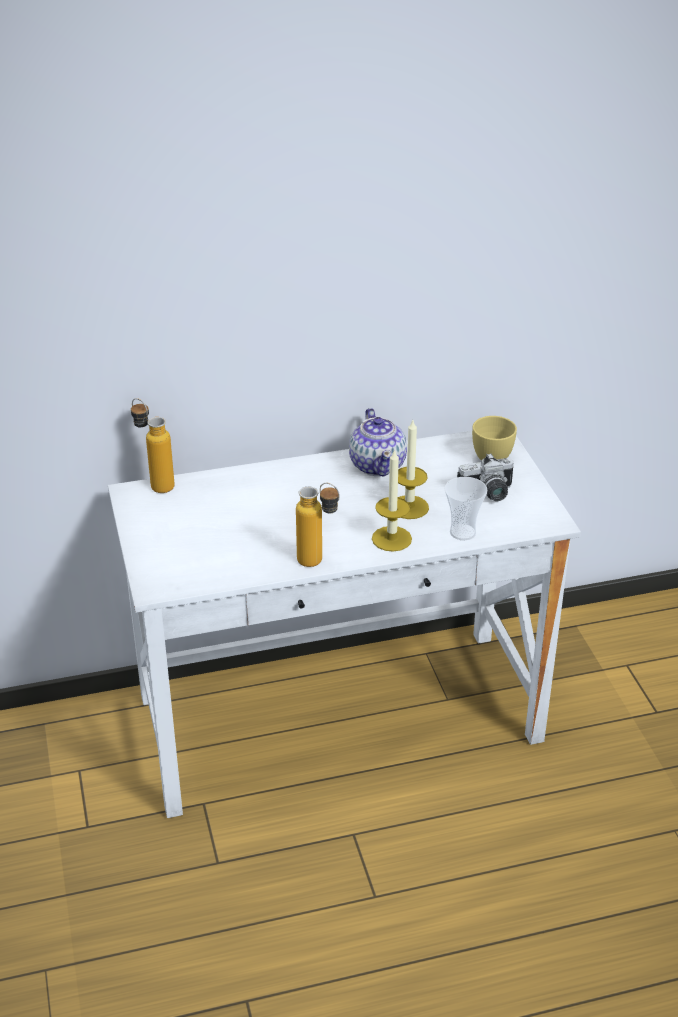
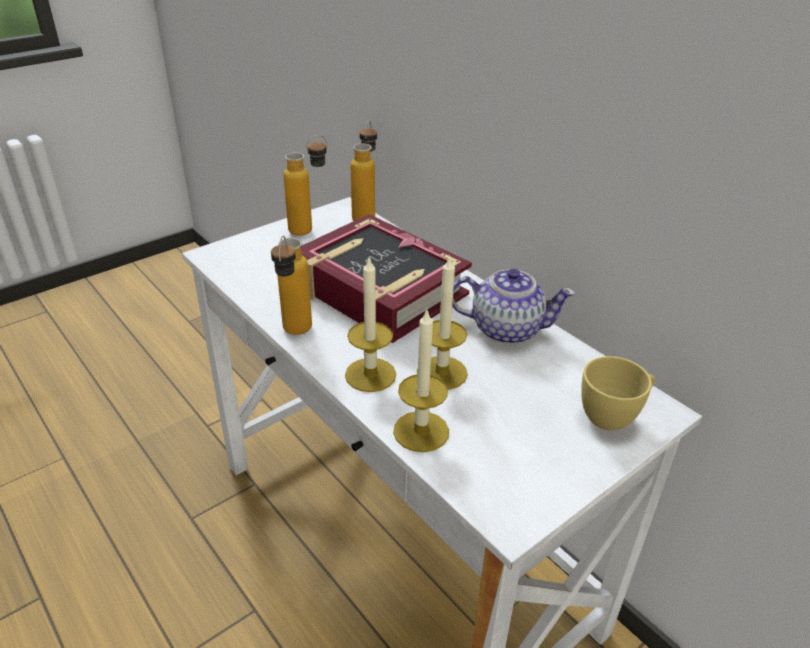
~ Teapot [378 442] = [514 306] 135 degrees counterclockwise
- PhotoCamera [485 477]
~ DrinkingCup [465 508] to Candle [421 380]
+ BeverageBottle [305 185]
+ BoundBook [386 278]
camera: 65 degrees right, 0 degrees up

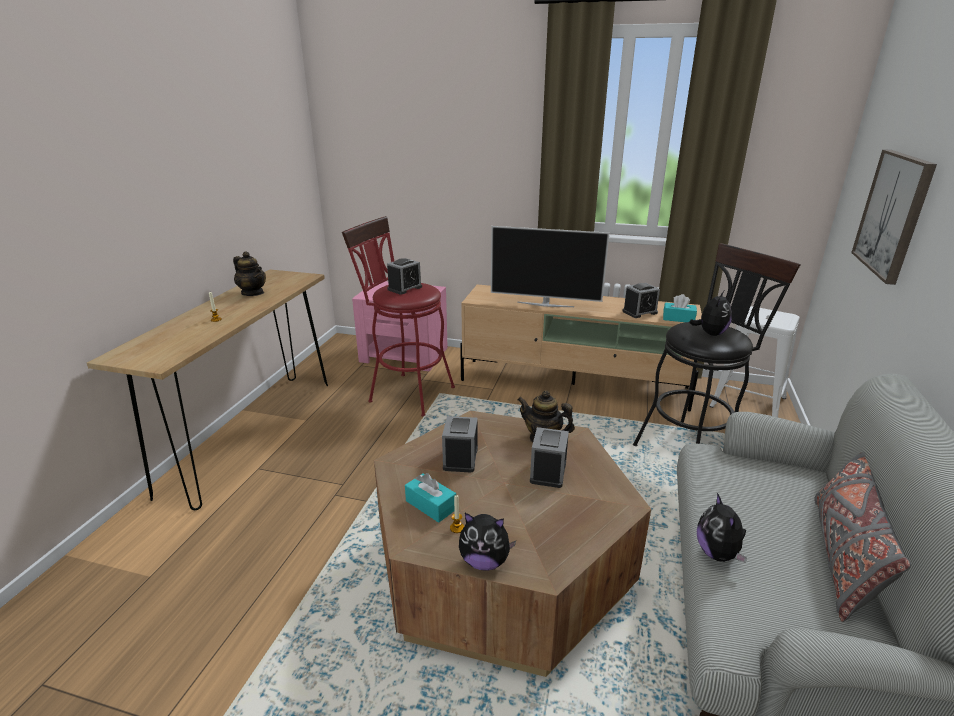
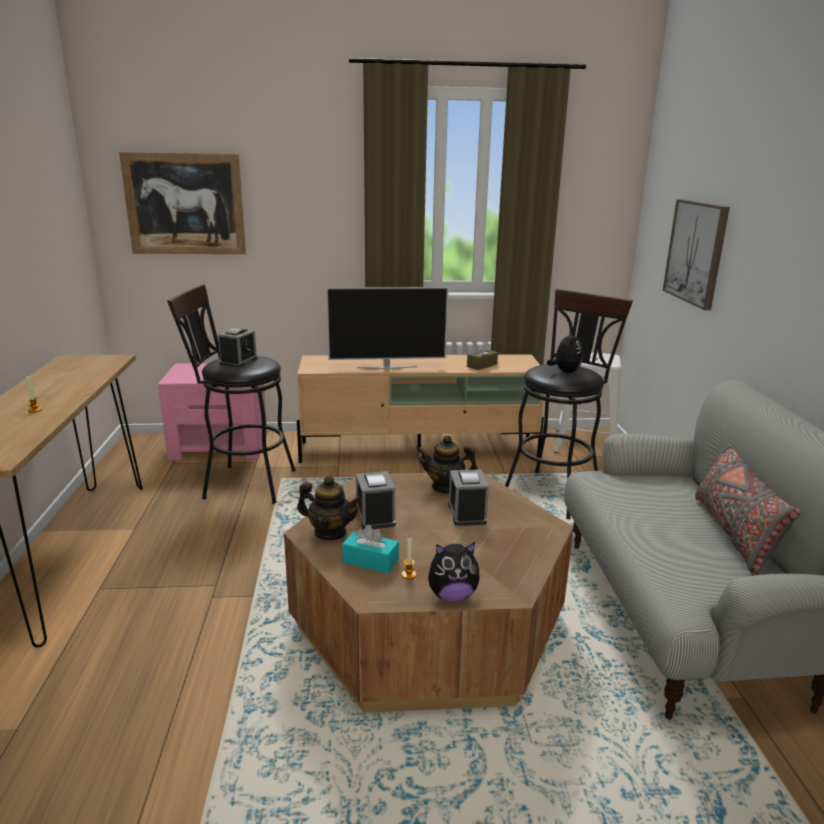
~ RedStoolSeat [398 316] to BlackStoolSeat [231 394]
~ Teapot [249 273] to [329 508]
~ BedsideClock [641 300] to BrownBoxOfTissues [482 355]
- BlueGreenBoxOfTissues [680 308]
- CuddlyToy [722 528]
+ WallArt [182 203]
camera: 20 degrees left, 5 degrees down

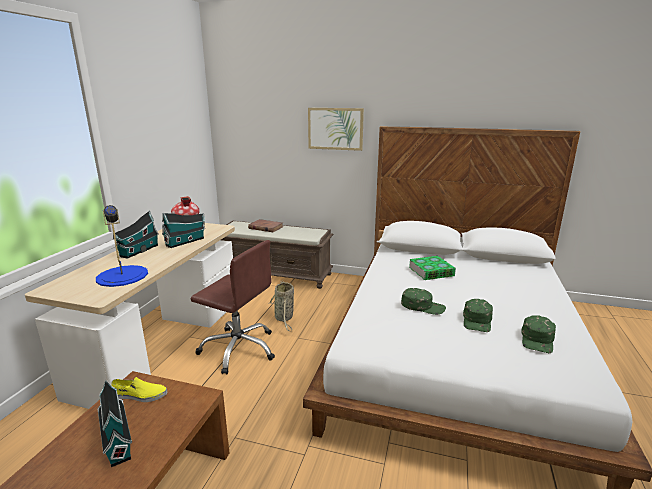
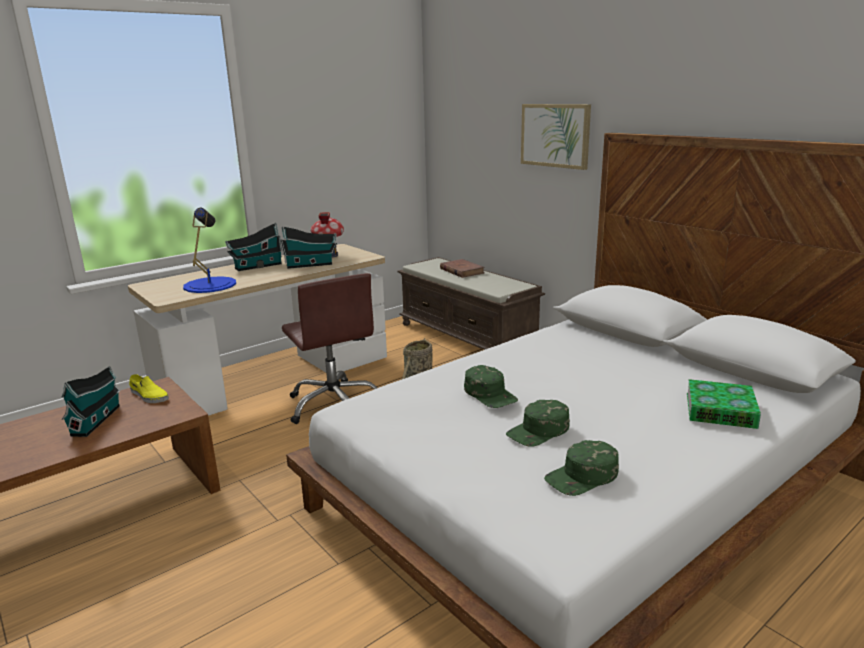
~ BoundBook [432 268] to [724 404]
camera: 35 degrees right, 0 degrees up

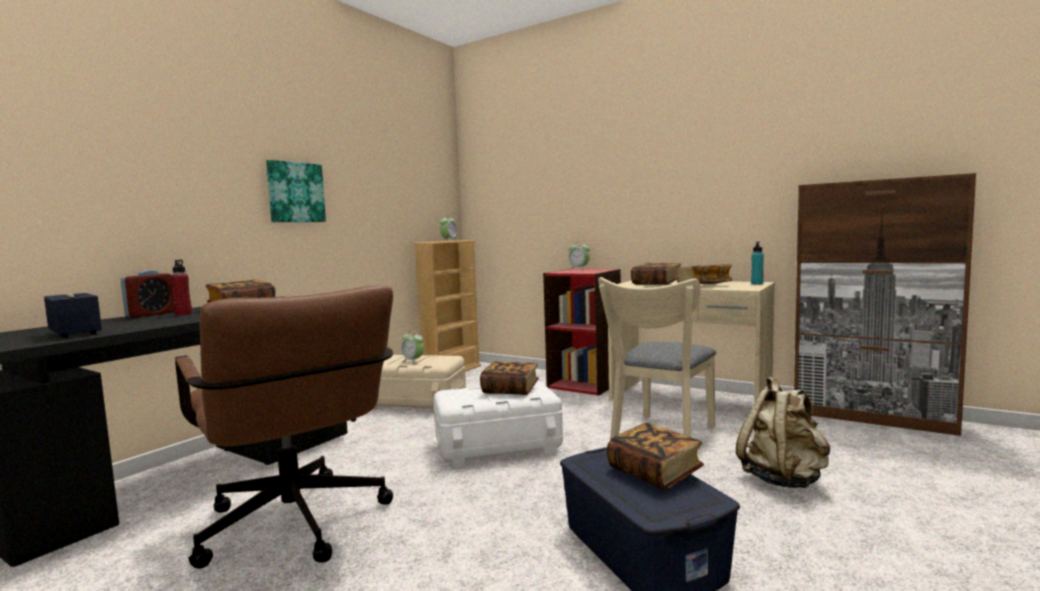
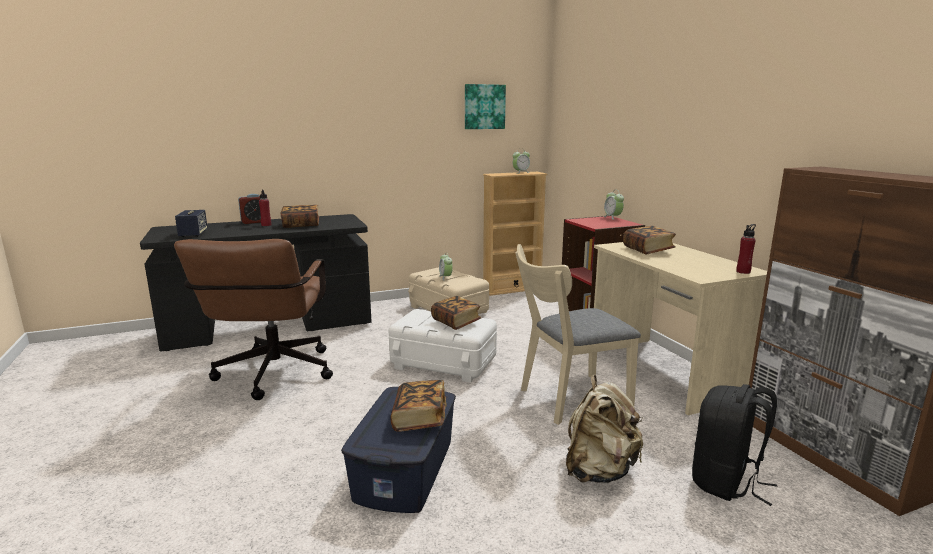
~ WallArt [296 191] to [485 106]
~ BlueGreenBeverageBottle [757 262] to RedBeverageBottle [746 249]
- BoundBook [704 274]
+ BlackRucksack [734 445]
camera: 35 degrees right, 10 degrees up

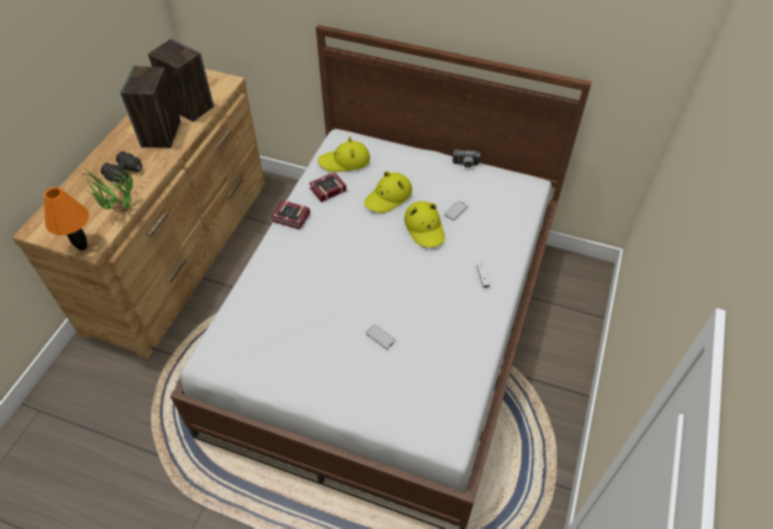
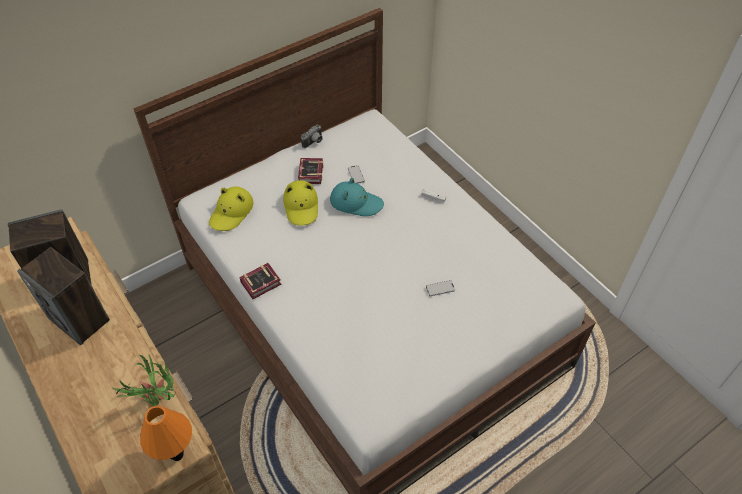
- BlackFieldGlasses [121 167]
~ BoundBook [327 187] to [311 171]
~ YellowColouredClothingHat [424 224] to BlueGreenClothingHat [357 197]
camera: 55 degrees left, 0 degrees up

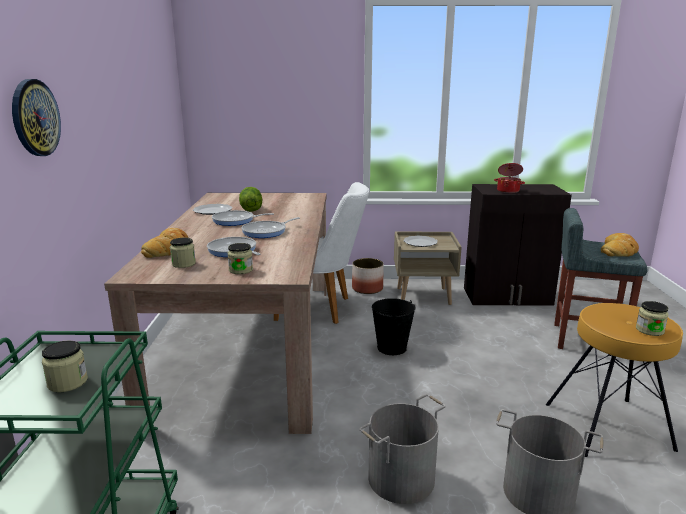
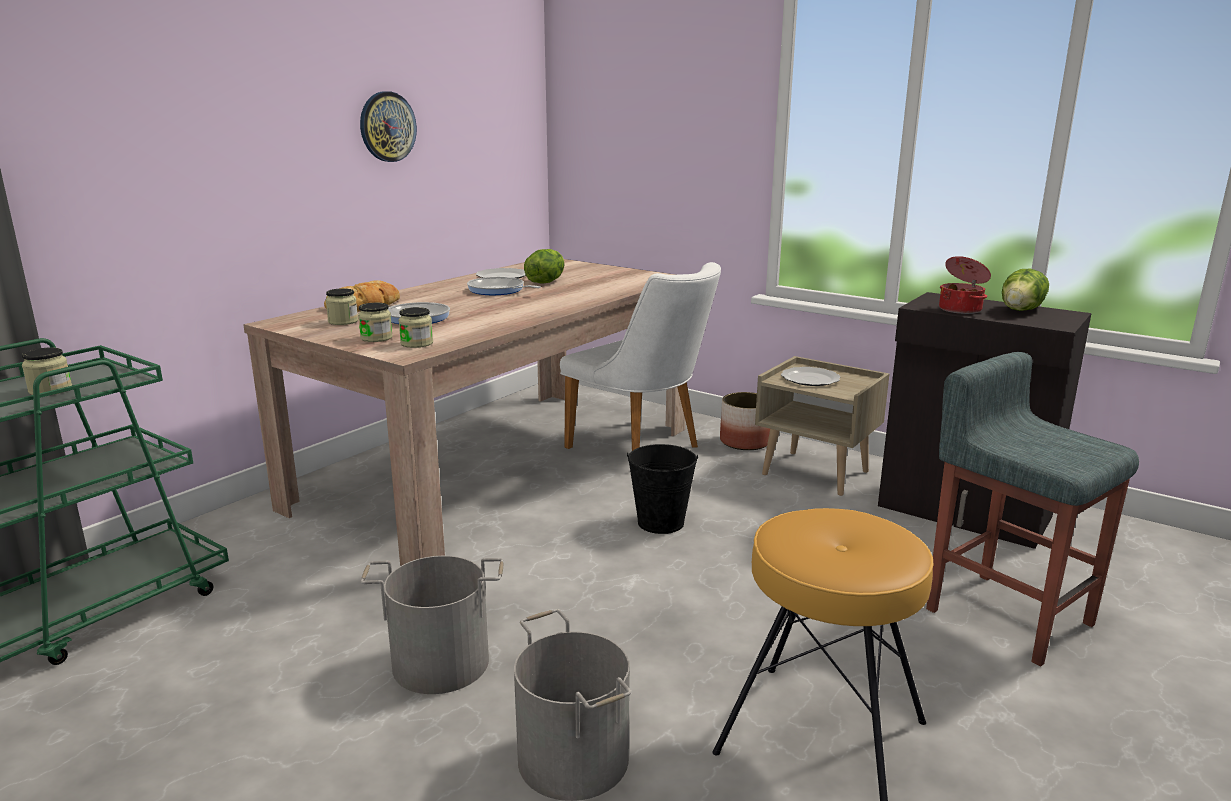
~ ClockOnTheWall [36 117] to [388 126]
- Skillet [270 227]
- Bread [620 245]
~ StorageJar [652 318] to [416 327]
+ HeadOfLettuce [1025 290]
camera: 35 degrees right, 0 degrees up

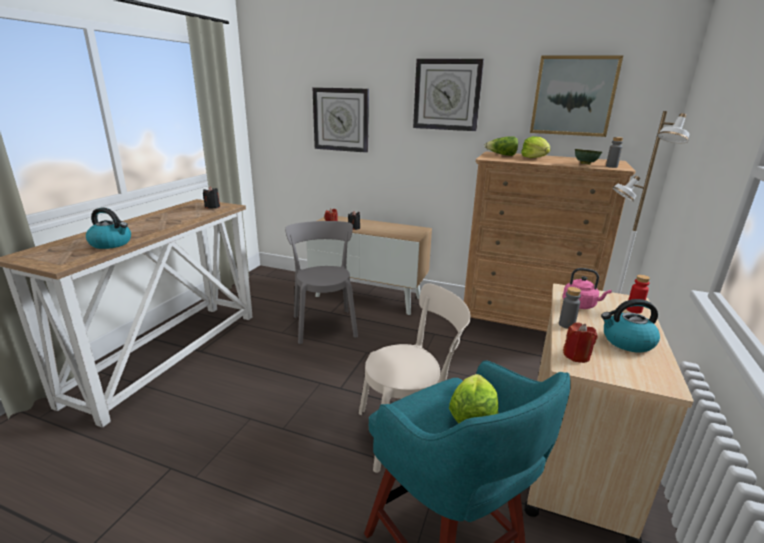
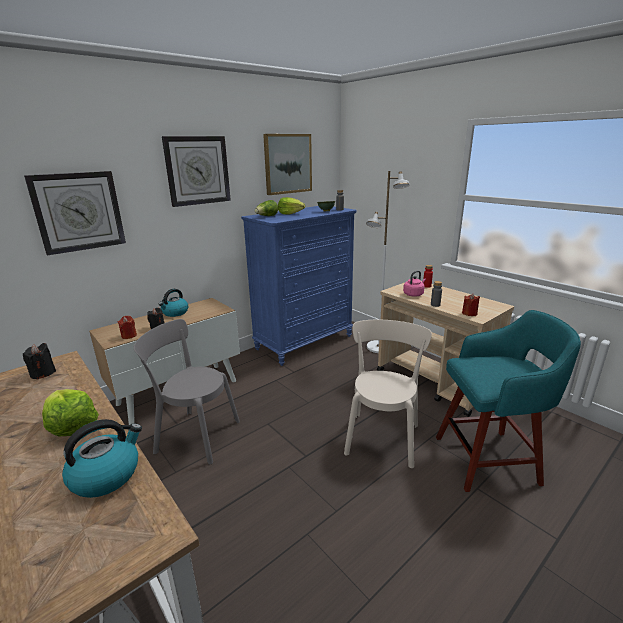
~ BrownDrawerChest [550 241] to BluishDrawerChest [299 286]
~ WaterKettle [630 326] to [173 303]
~ HeadOfLettuce [474 398] to [70 412]
camera: 60 degrees left, 0 degrees up

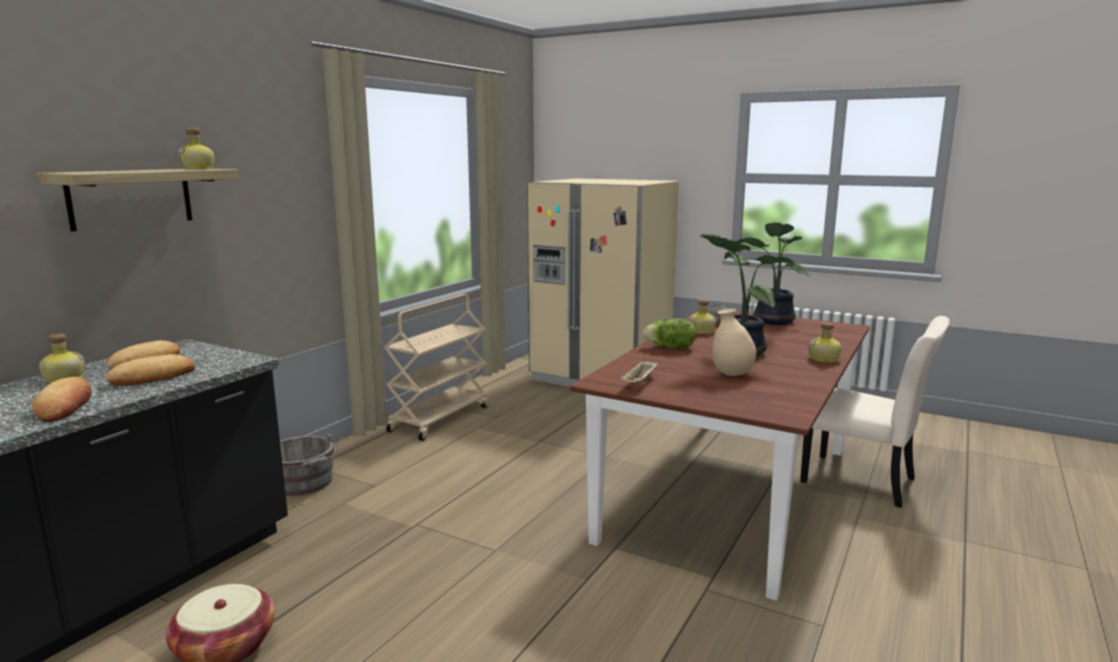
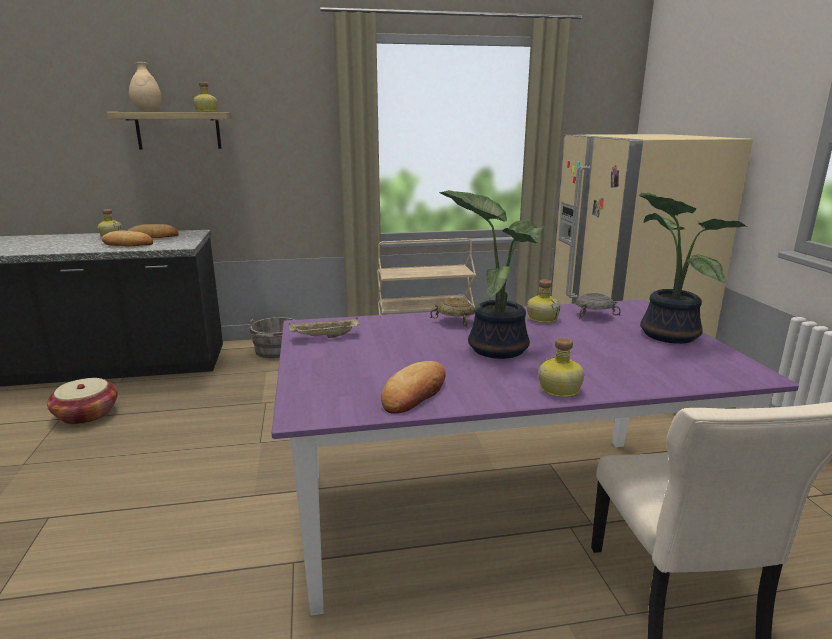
~ SandColouredFlowerVase [734 342] to [145 87]
~ BrownDiningTable [719 455] to PurpleDiningTable [535 458]
~ HeadOfLettuce [669 333] to SandColouredDeepDish [452 313]
~ Bread [61 399] to [413 387]
camera: 50 degrees right, 5 degrees up

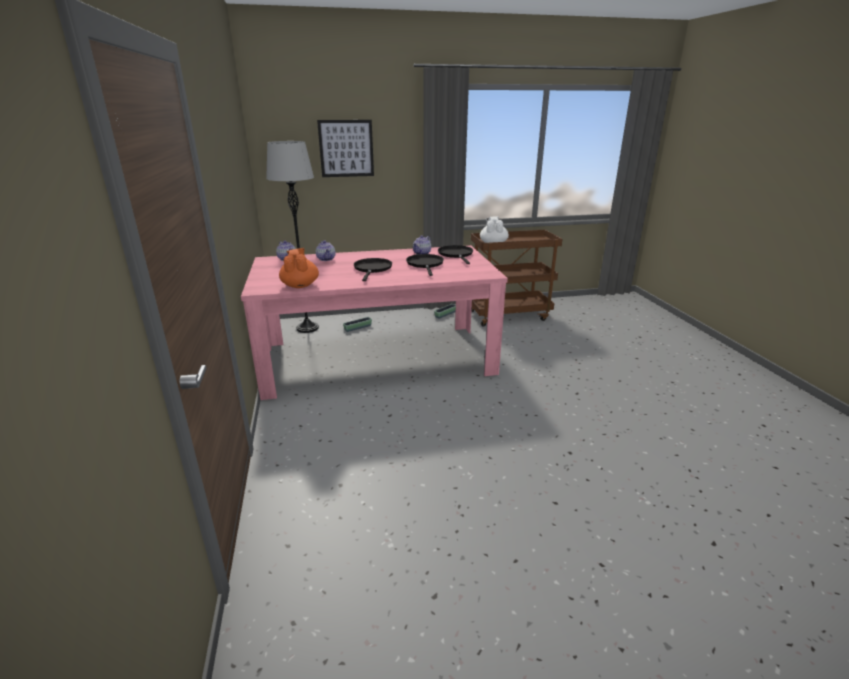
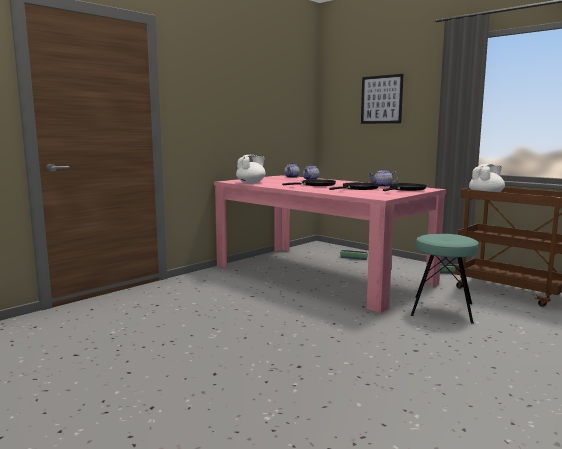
- GreyStandardLamp [292 237]
~ OrangeColouredTeapot [299 268] to WhiteTeapot [251 169]
+ BlueGreenStoolSeat [444 279]
camera: 55 degrees right, 15 degrees down

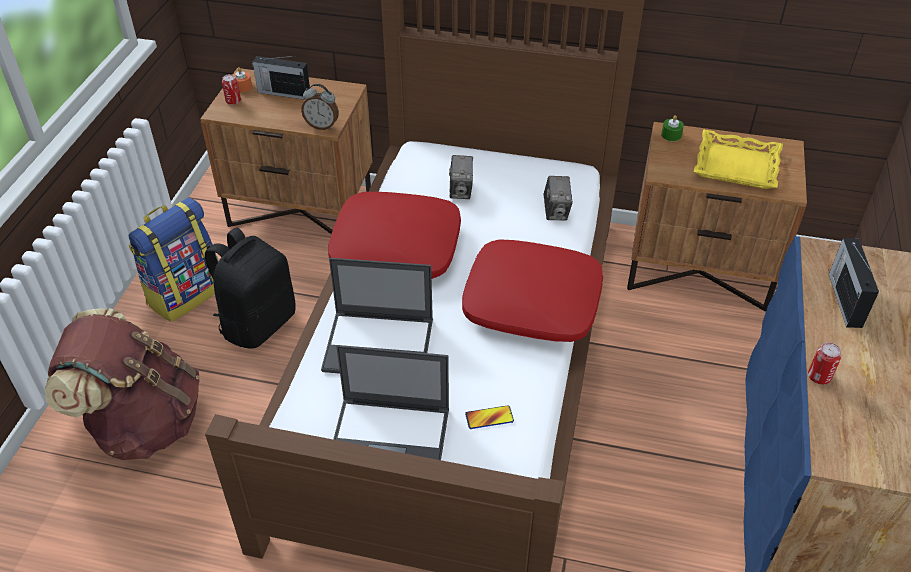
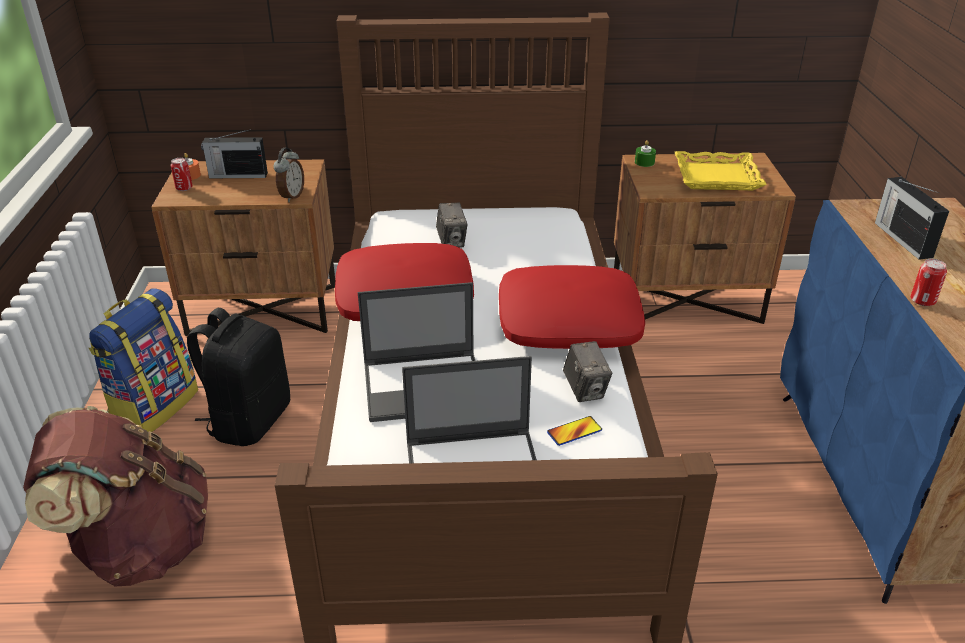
~ BedsideClock [320 107] = [288 175] 75 degrees counterclockwise
~ PhotoCamera [558 198] to [587 371]
camera: 15 degrees left, 10 degrees down

